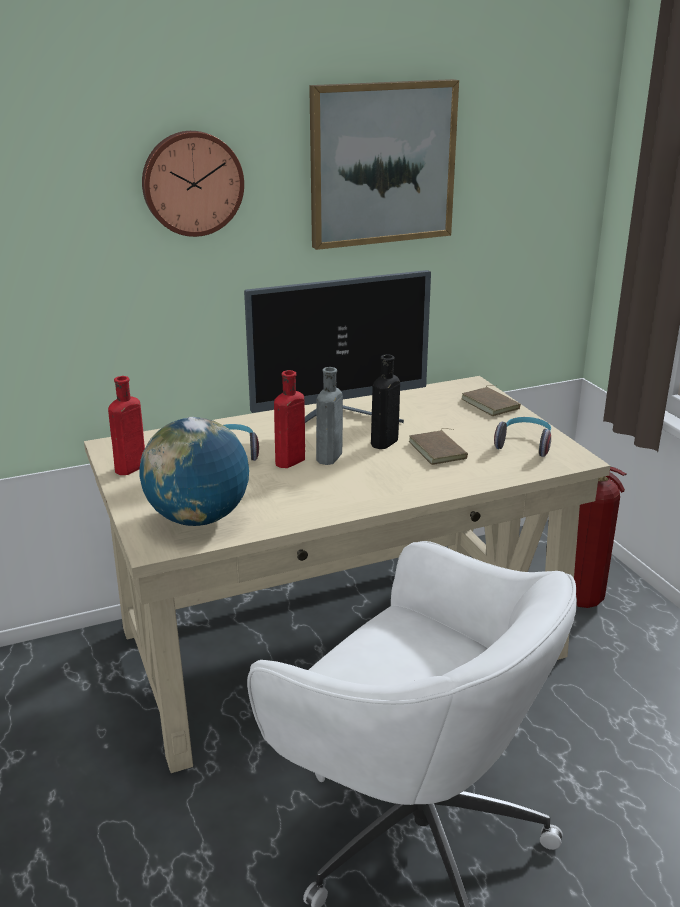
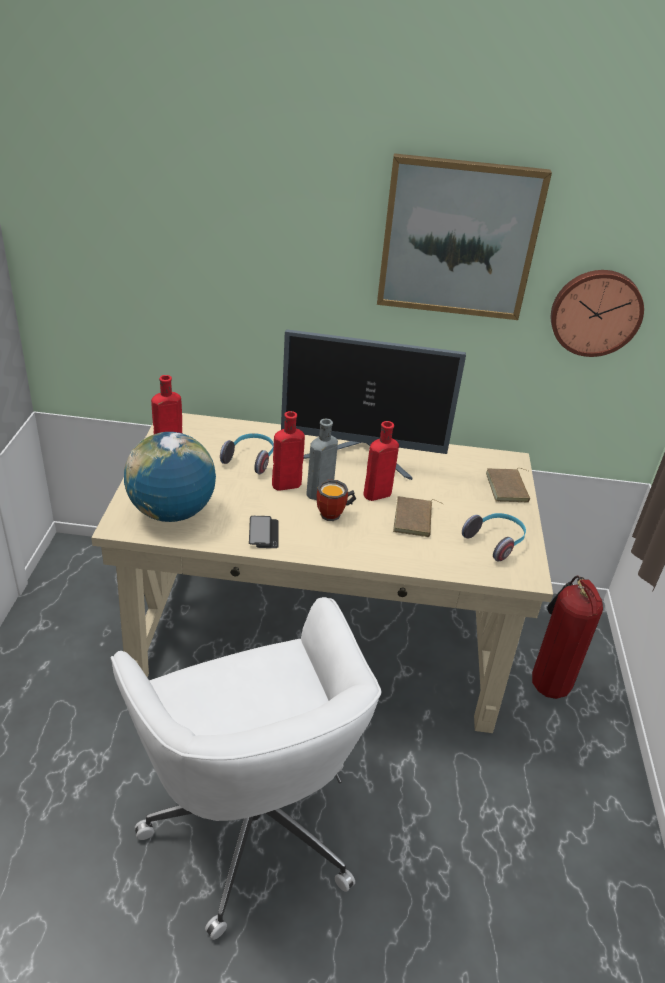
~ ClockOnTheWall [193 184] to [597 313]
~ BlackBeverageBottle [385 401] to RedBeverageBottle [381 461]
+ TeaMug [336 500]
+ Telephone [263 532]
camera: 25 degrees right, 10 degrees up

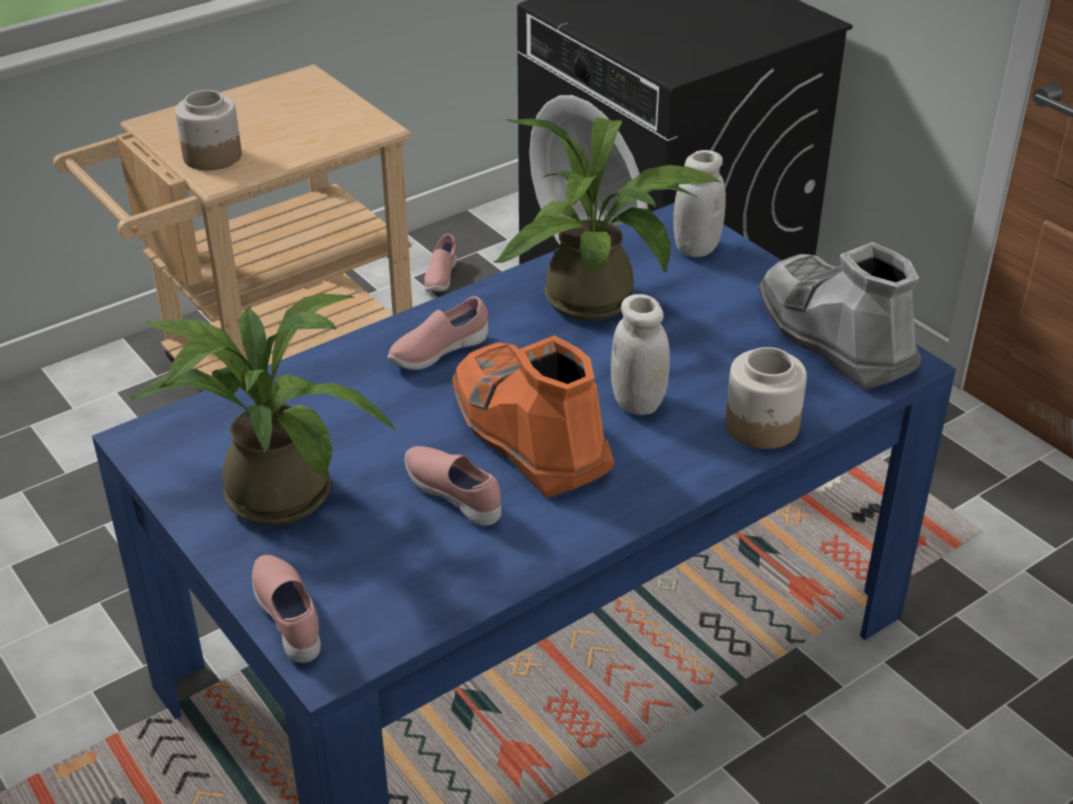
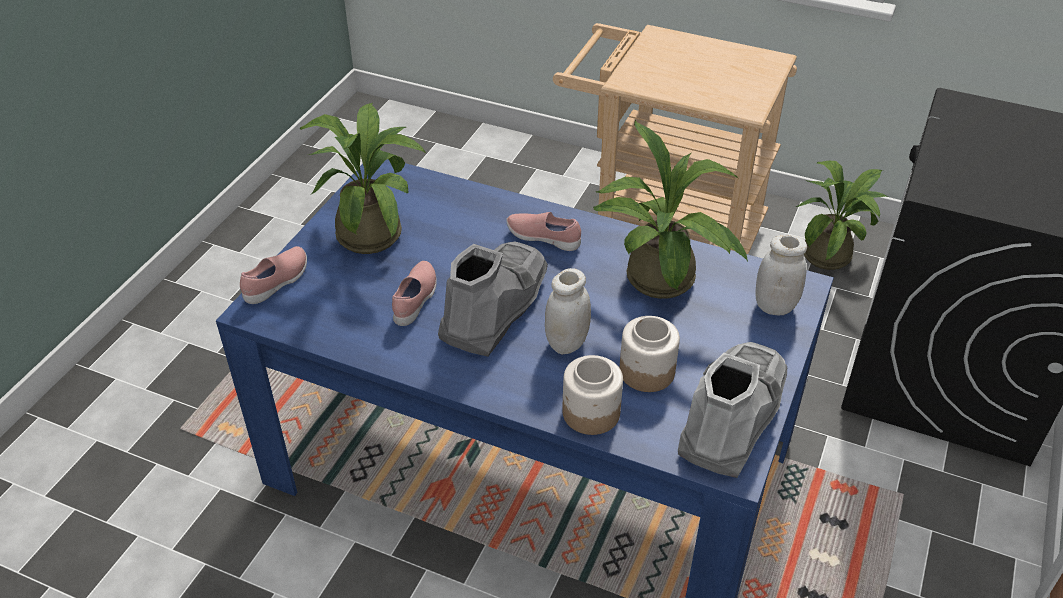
~ StorageJar [208 130] to [650 354]
~ PinkishShoe [440 263] to PlantInAPot [841 215]
~ OrangeColouredTallBoot [532 416] to GreyTallBoot [493 299]
camera: 60 degrees right, 5 degrees up

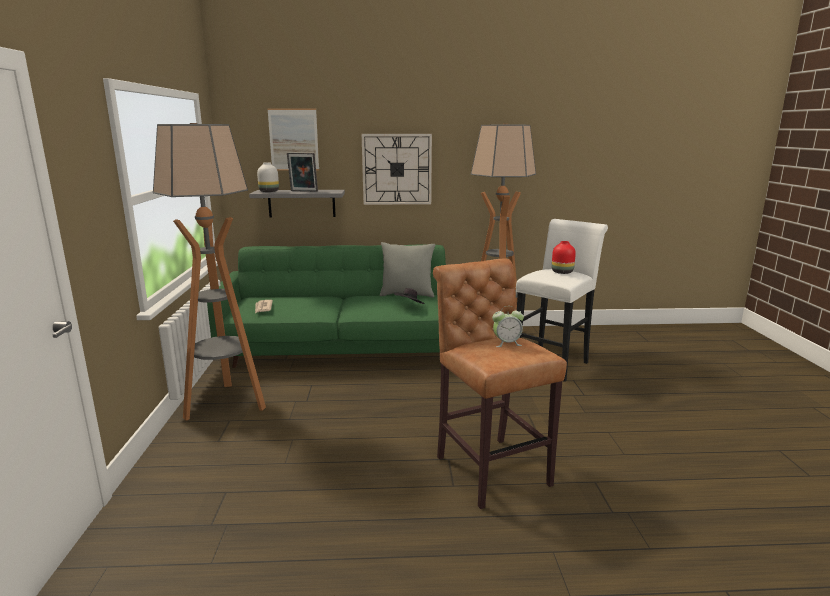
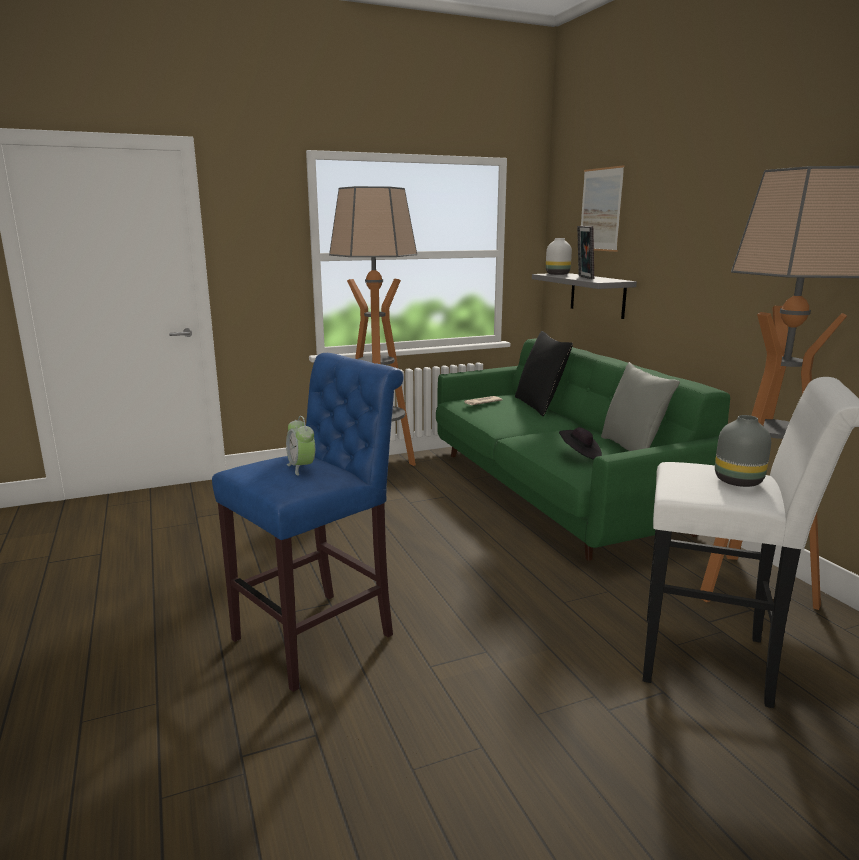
- ClockOnTheWall [397 169]
~ RedFlowerVase [564 257] to GreyFlowerVase [743 451]
~ BrownStoolSeat [500 383] to BluishStoolSeat [308 522]
+ BlackCushion [544 373]
camera: 70 degrees right, 0 degrees up

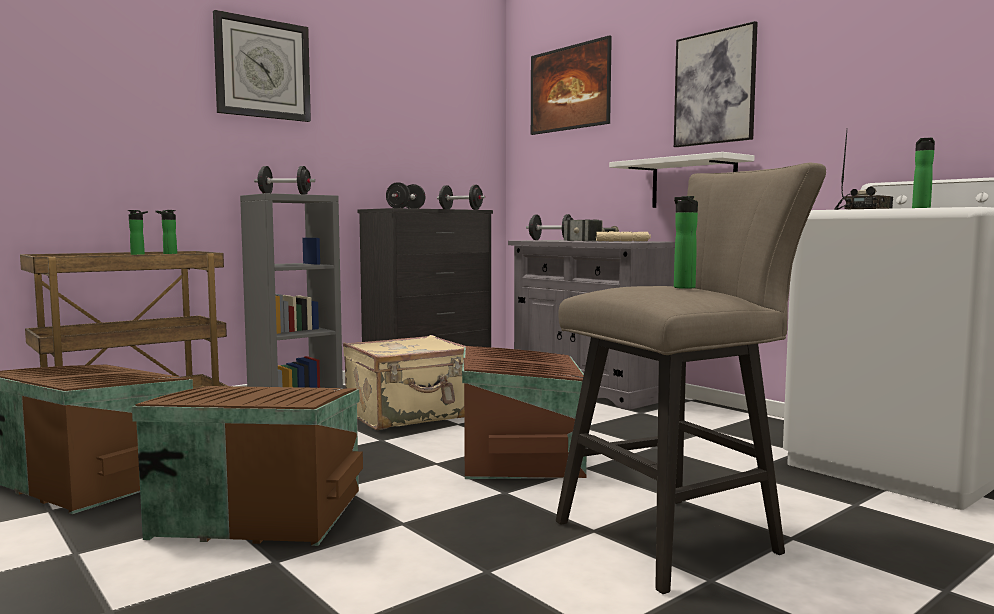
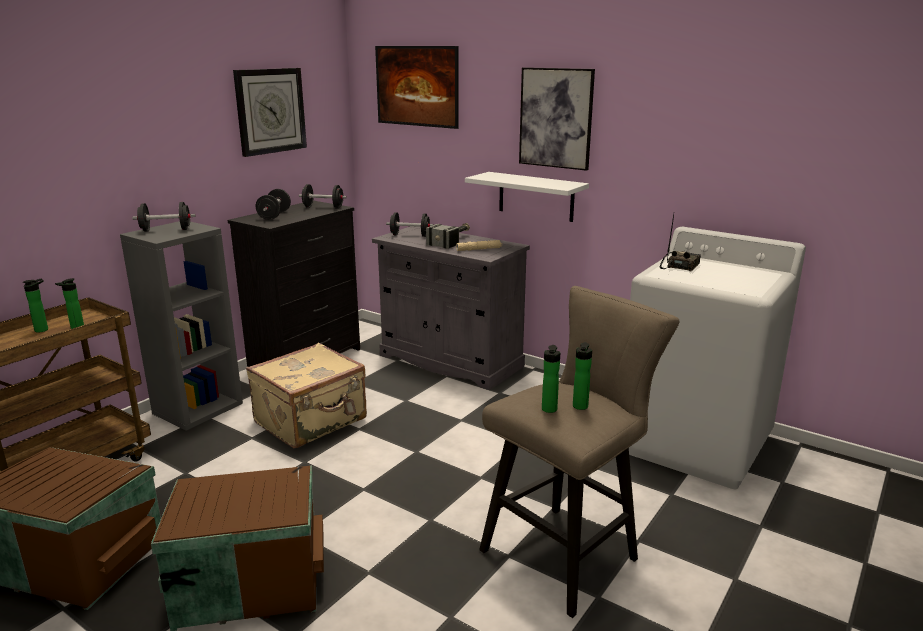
~ ClockOnTheWall [262 66] to [270 112]
~ BeverageBottle [923 173] to [551 379]
- BrownStorageBox [524 412]
camera: 15 degrees left, 15 degrees up

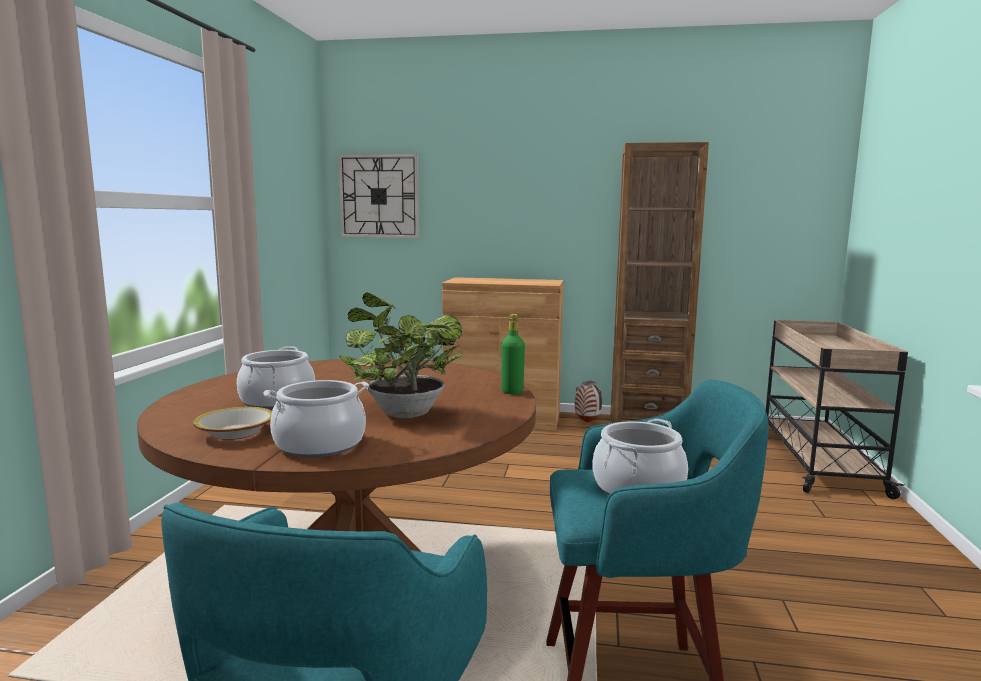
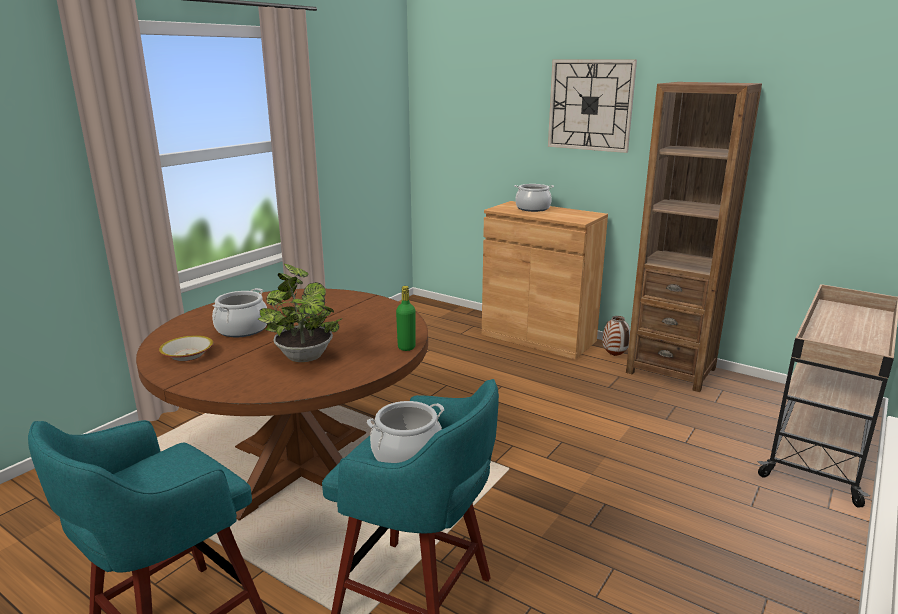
~ ClockOnTheWall [378 196] to [592 106]
~ CookingPot [316 419] to [534 198]
camera: 25 degrees right, 10 degrees up

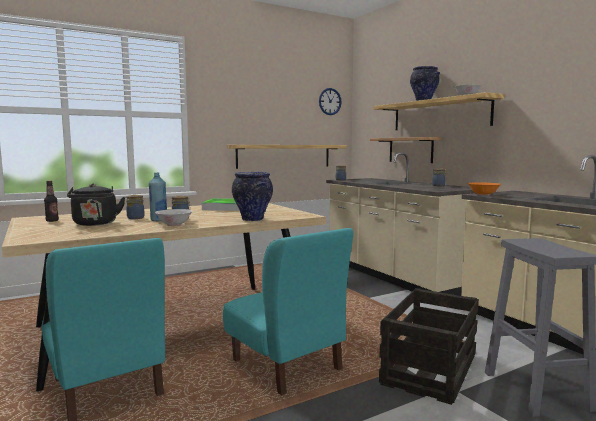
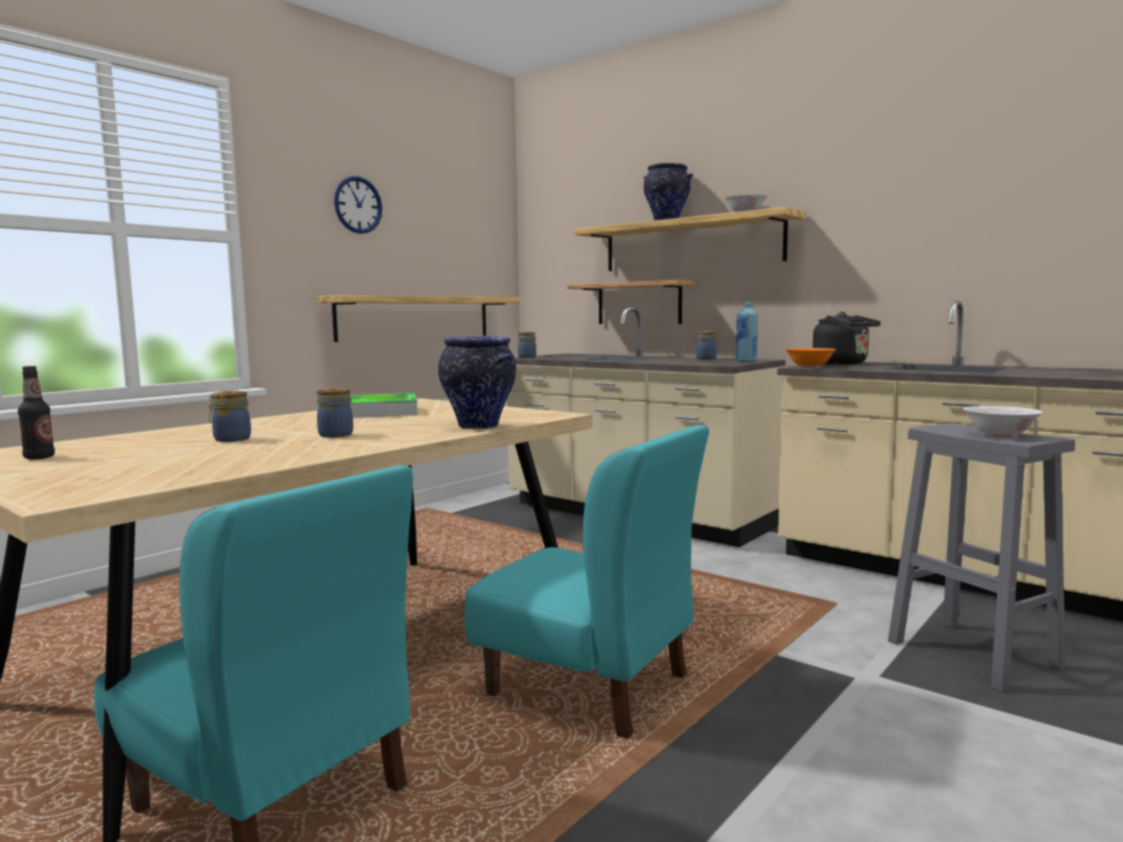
~ ClockOnTheWall [330 101] to [358 205]
~ BluishBeverageBottle [158 196] to [747 331]
~ BlackWaterKettle [96 205] to [847 338]
~ WhiteDeepDish [174 217] to [1003 422]
- PackingCrate [429 346]
camera: 20 degrees left, 0 degrees up

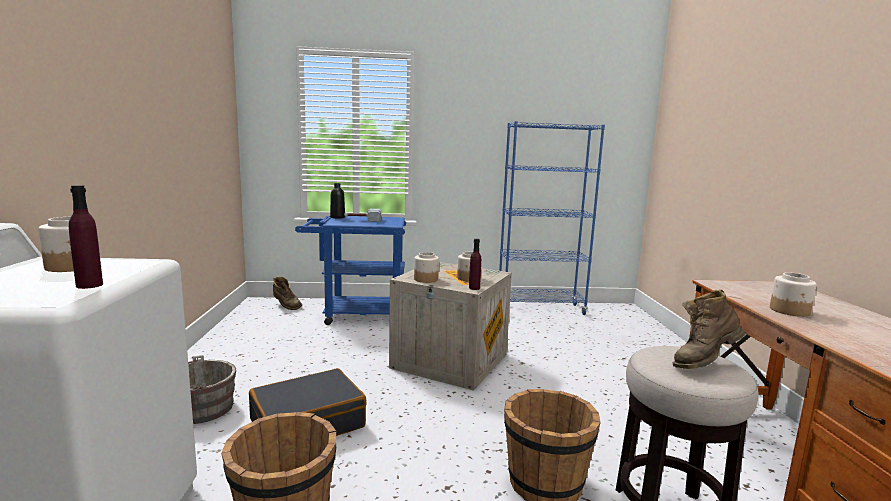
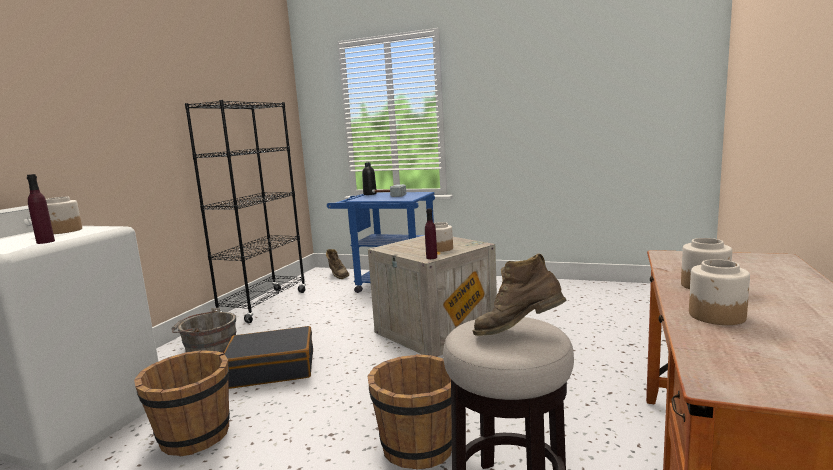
- BluishShelvingUnit [552 218]
~ StorageJar [426 267] to [719 292]
+ BlackShelvingUnit [245 211]
camera: 25 degrees right, 0 degrees up

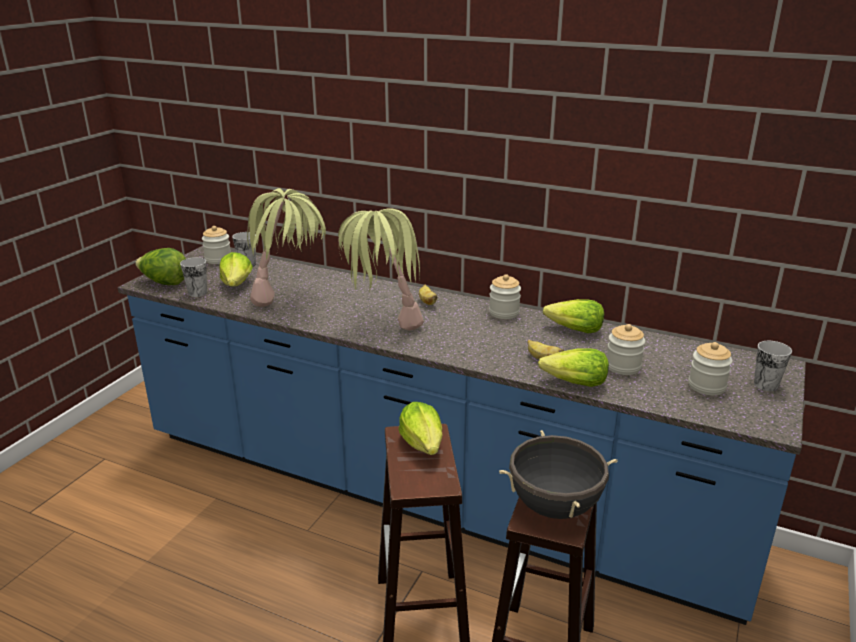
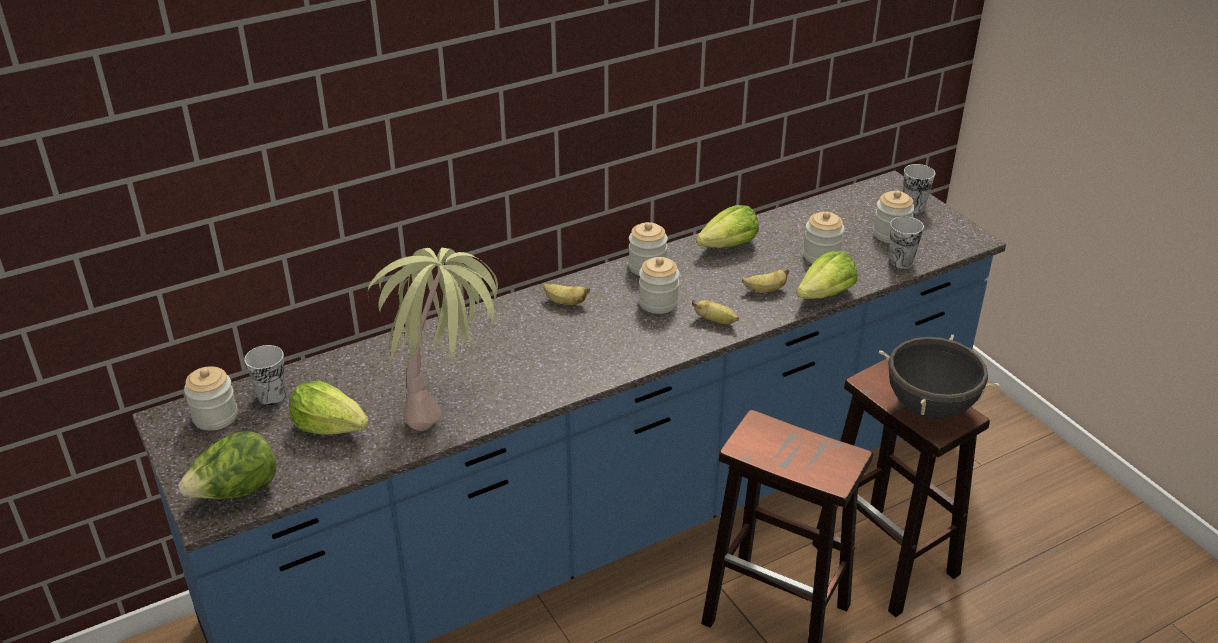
- PlantInAPot [381 270]
~ DrinkingCup [193 277] to [906 242]
- HeadOfLettuce [420 428]
+ StorageJar [659 285]
+ Banana [715 312]
camera: 55 degrees left, 10 degrees up

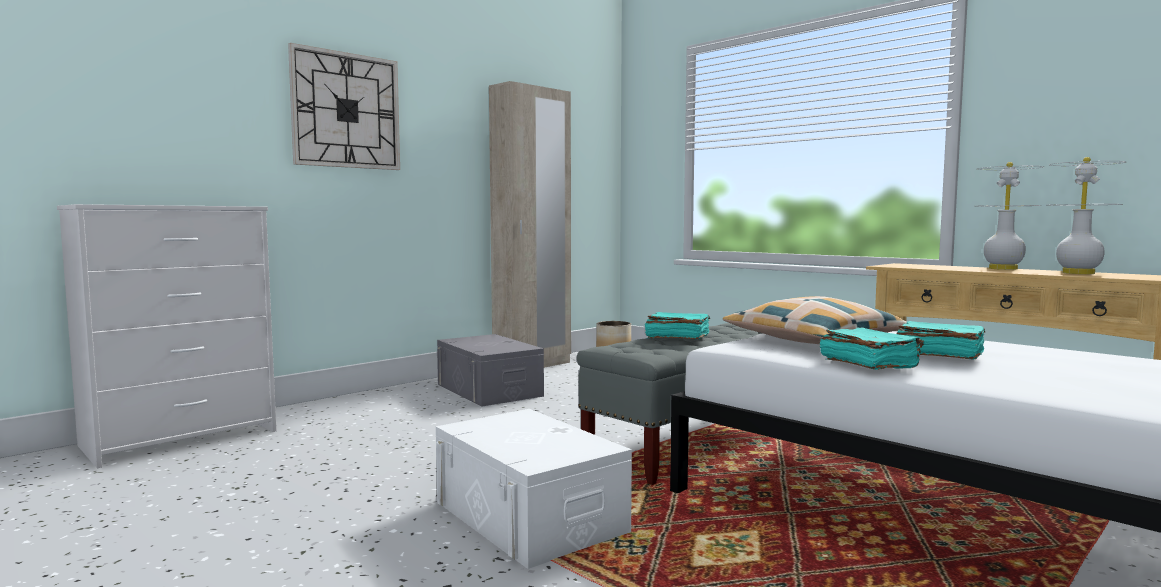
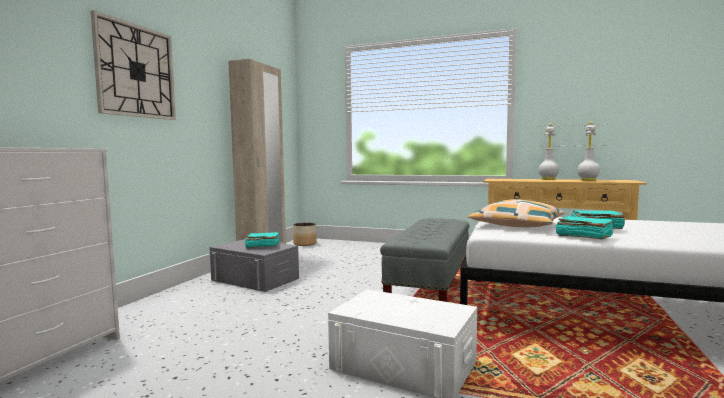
~ BlueGreenBoundBook [677 325] to [262 240]
camera: 25 degrees left, 0 degrees up

